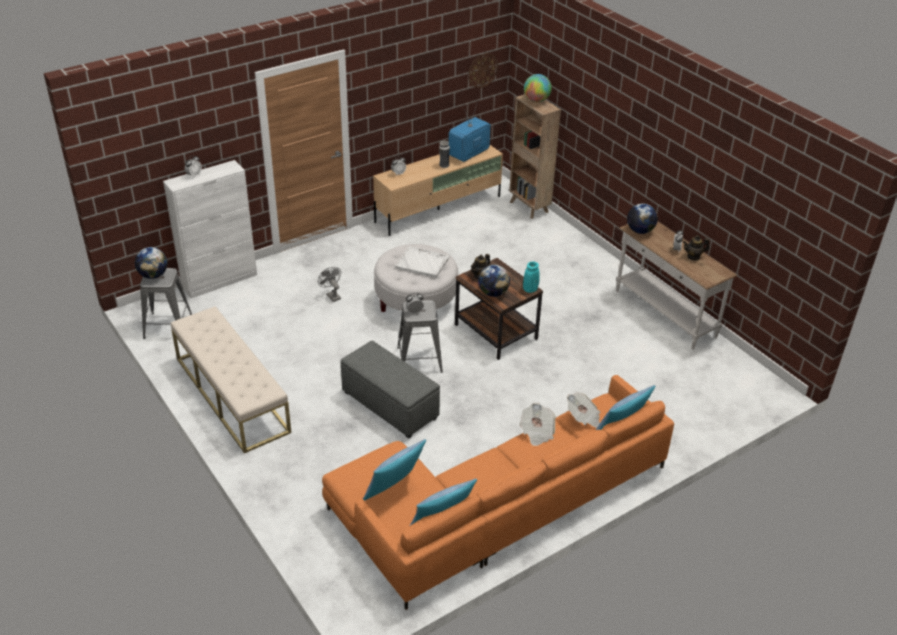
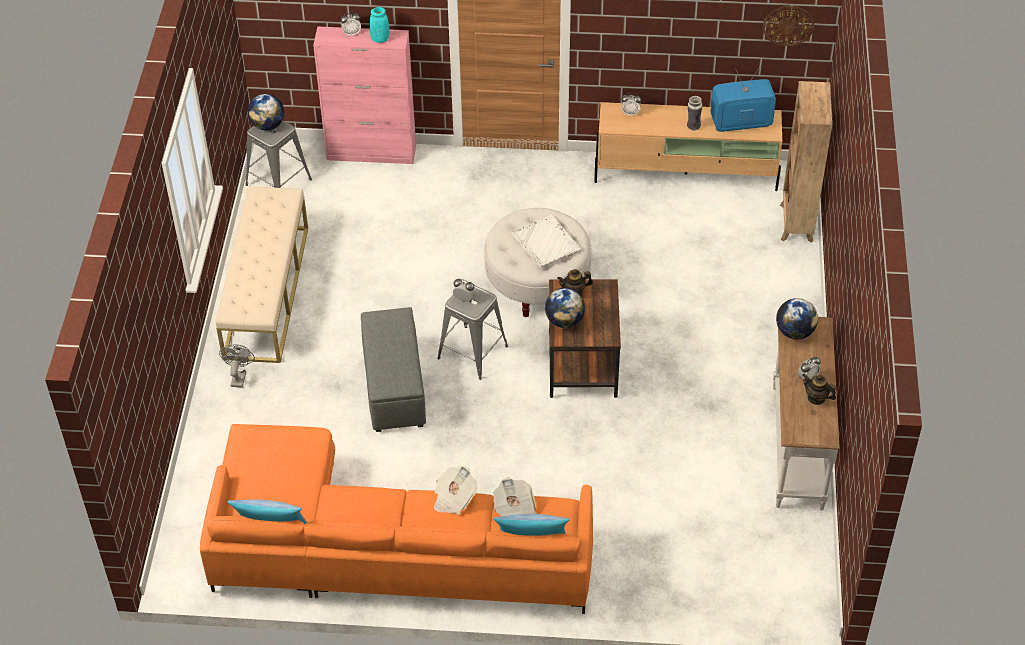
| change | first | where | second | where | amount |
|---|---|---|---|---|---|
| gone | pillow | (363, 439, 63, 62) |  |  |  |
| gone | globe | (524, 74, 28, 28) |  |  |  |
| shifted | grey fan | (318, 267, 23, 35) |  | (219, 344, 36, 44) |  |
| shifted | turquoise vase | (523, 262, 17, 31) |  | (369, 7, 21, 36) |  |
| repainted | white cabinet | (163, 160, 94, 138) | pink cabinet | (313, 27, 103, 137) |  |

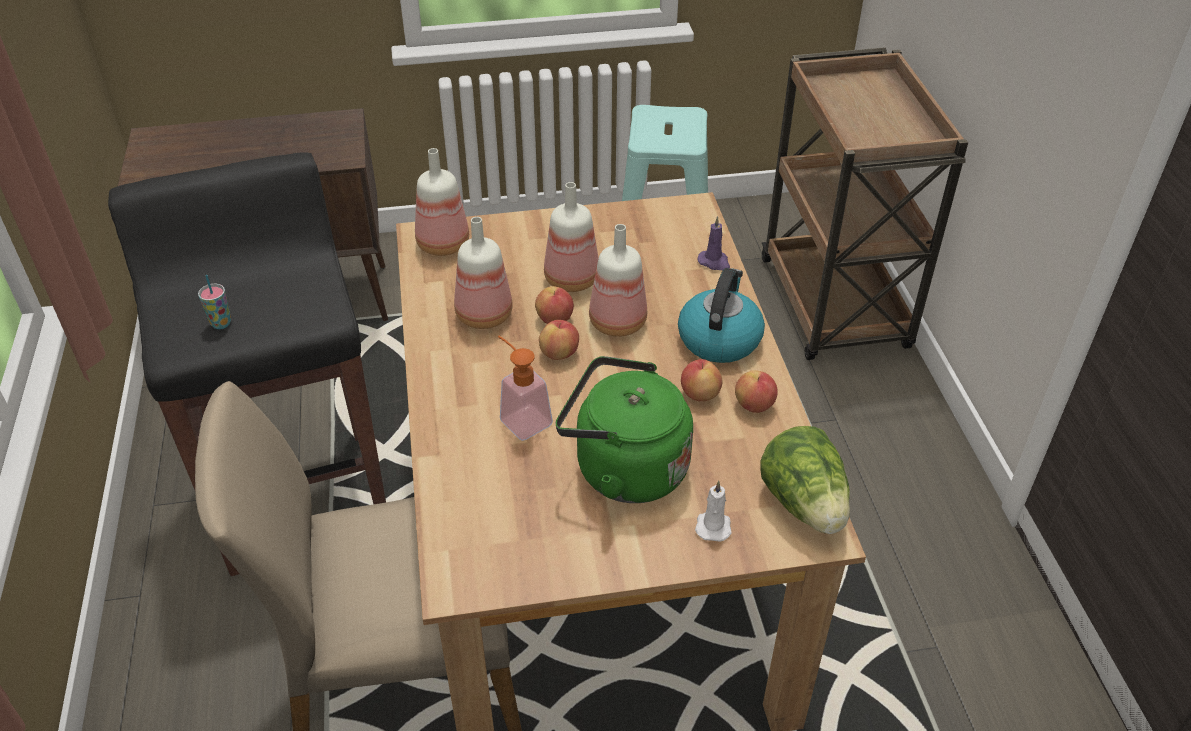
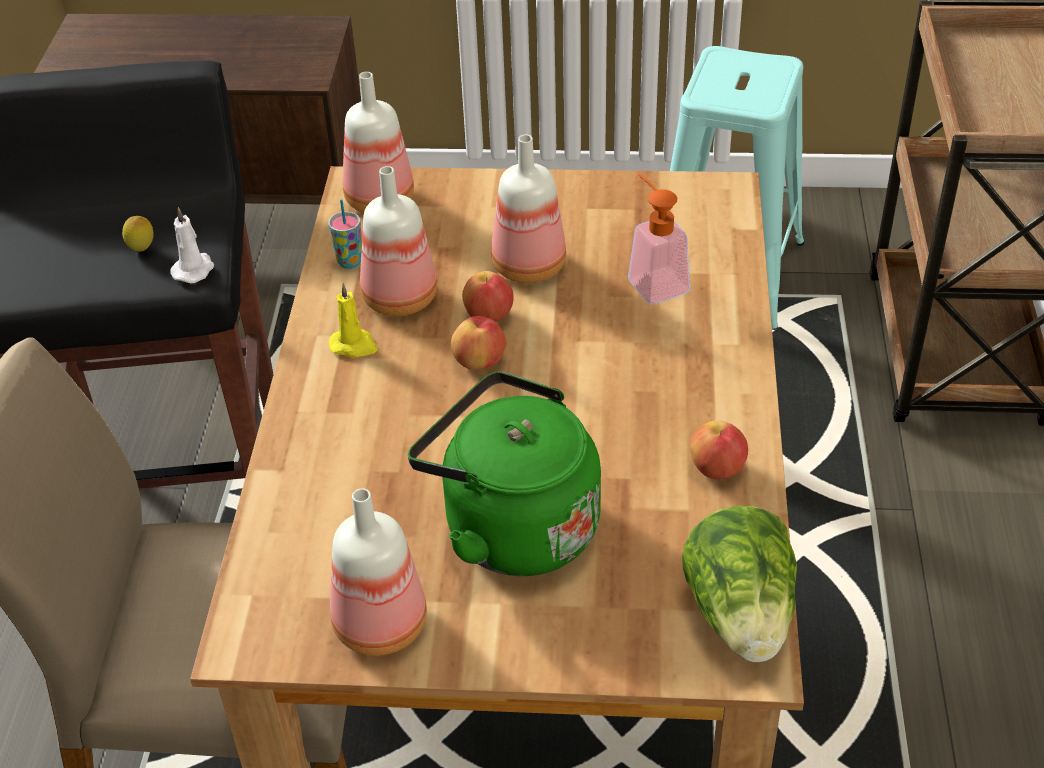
| change | first | where | second | where | amount |
|---|---|---|---|---|---|
| gone | kettle | (678, 268, 87, 95) |  |  |  |
| gone | apple | (681, 359, 42, 42) |  |  |  |
| gone | purple candle | (698, 216, 32, 54) |  |  |  |
| new |  |  | lemon | (122, 216, 32, 36) |  |
| new |  |  | yellow candle | (329, 283, 49, 75) |  |
| shifted | cup | (198, 275, 33, 54) |  | (328, 200, 34, 69) |  |
| shifted | soap dispenser | (498, 335, 55, 106) |  | (628, 174, 62, 130) |  |
| shifted | bottle | (589, 224, 58, 113) |  | (330, 488, 97, 168) |  |
| shifted | white candle | (695, 481, 37, 61) |  | (170, 207, 44, 76) |  |

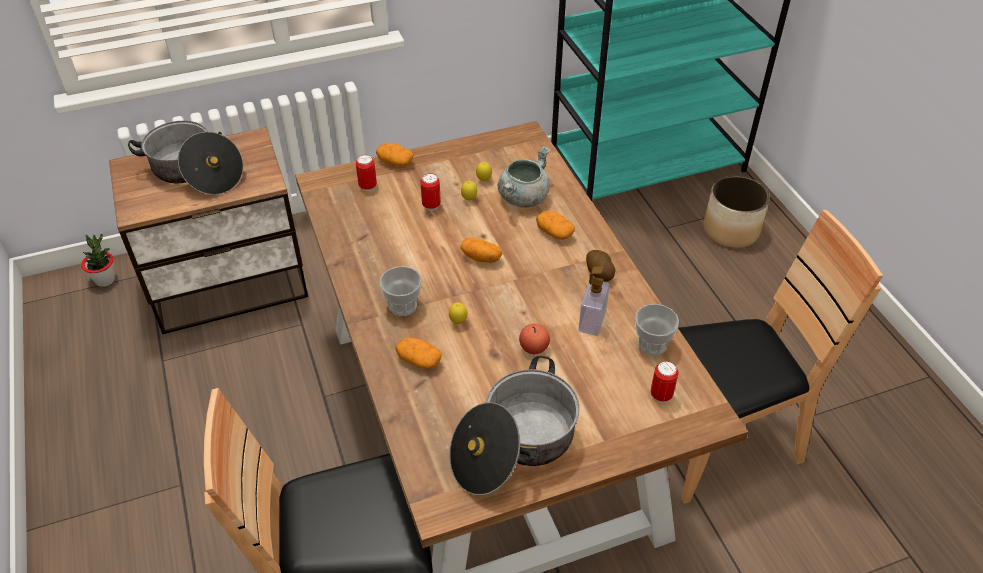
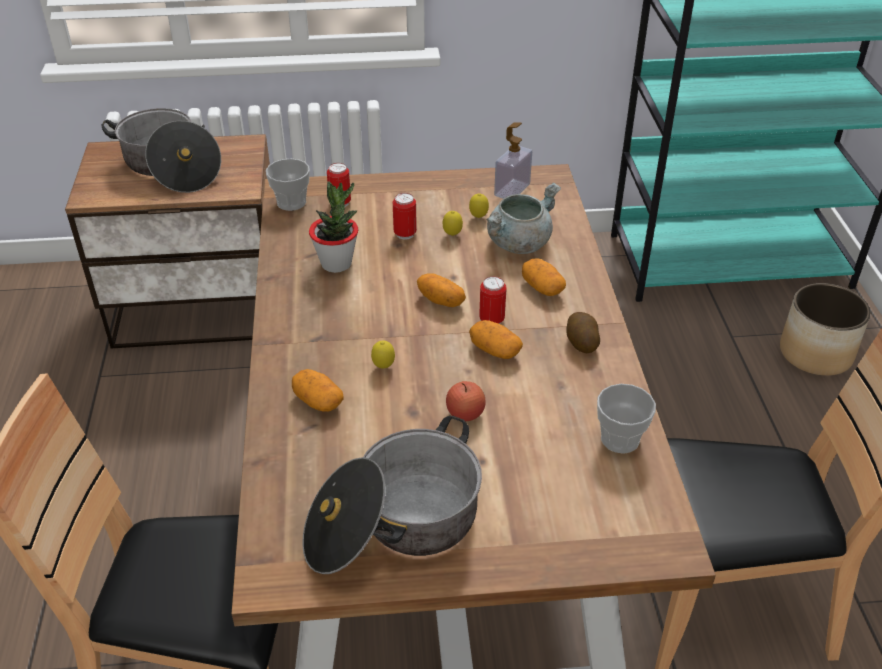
| change | first | where | second | where | amount |
|---|---|---|---|---|---|
| shifted | potted plant | (81, 234, 34, 53) |  | (309, 181, 49, 92) |  |
| shifted | potato | (376, 143, 37, 23) |  | (469, 320, 54, 39) |  |
| shifted | cup | (380, 266, 41, 50) |  | (266, 158, 44, 53) |  |
| shifted | soap dispenser | (579, 266, 31, 70) |  | (494, 122, 38, 77) |  |
| shifted | can | (651, 361, 27, 41) |  | (479, 276, 28, 48) |  |

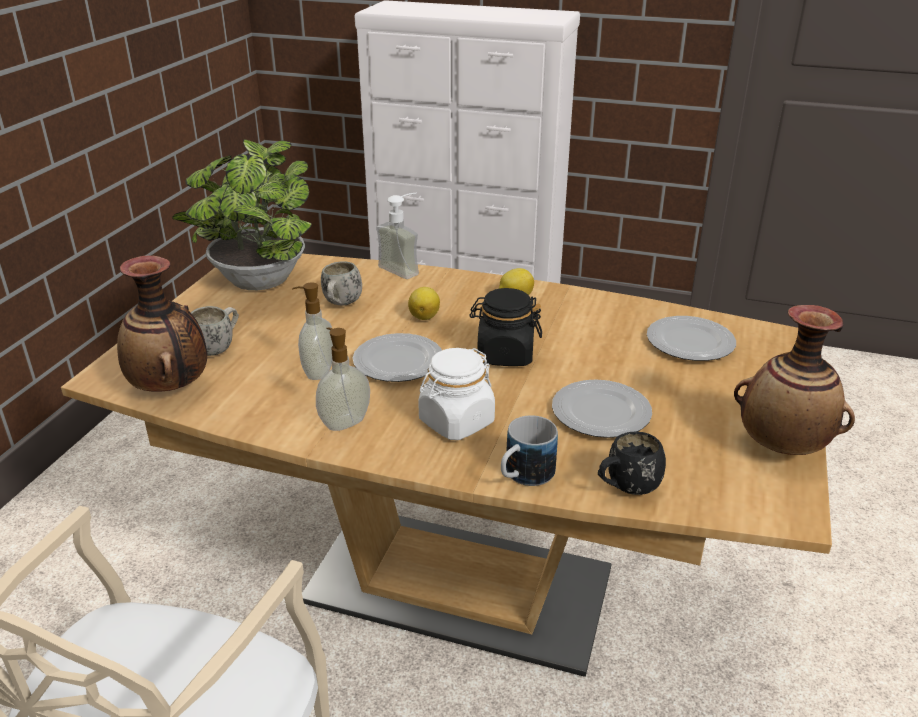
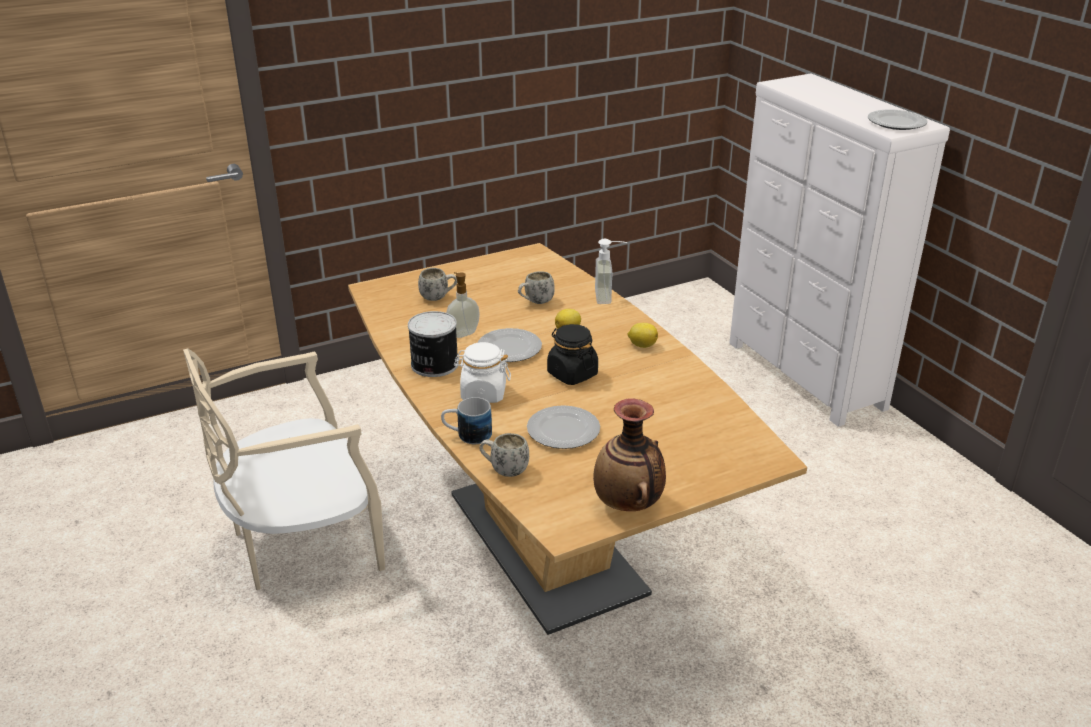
| change | first | where | second | where | amount |
|---|---|---|---|---|---|
| gone | vase | (117, 256, 90, 136) |  |  |  |
| gone | potted plant | (172, 139, 140, 151) |  |  |  |
| shifted | plate | (647, 316, 89, 45) |  | (868, 109, 60, 21) |  |
| swapped | soap dispenser | (316, 327, 54, 104) | can | (408, 311, 51, 66) |  |
| repainted | black mug | (598, 432, 68, 63) | white mug | (479, 433, 50, 44) |  |

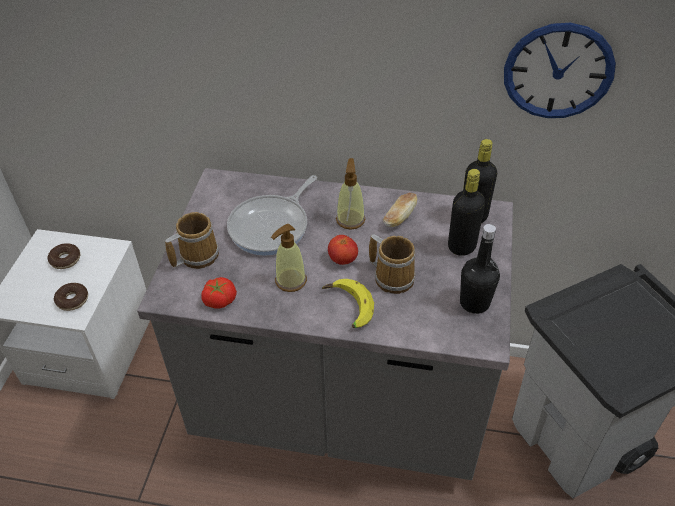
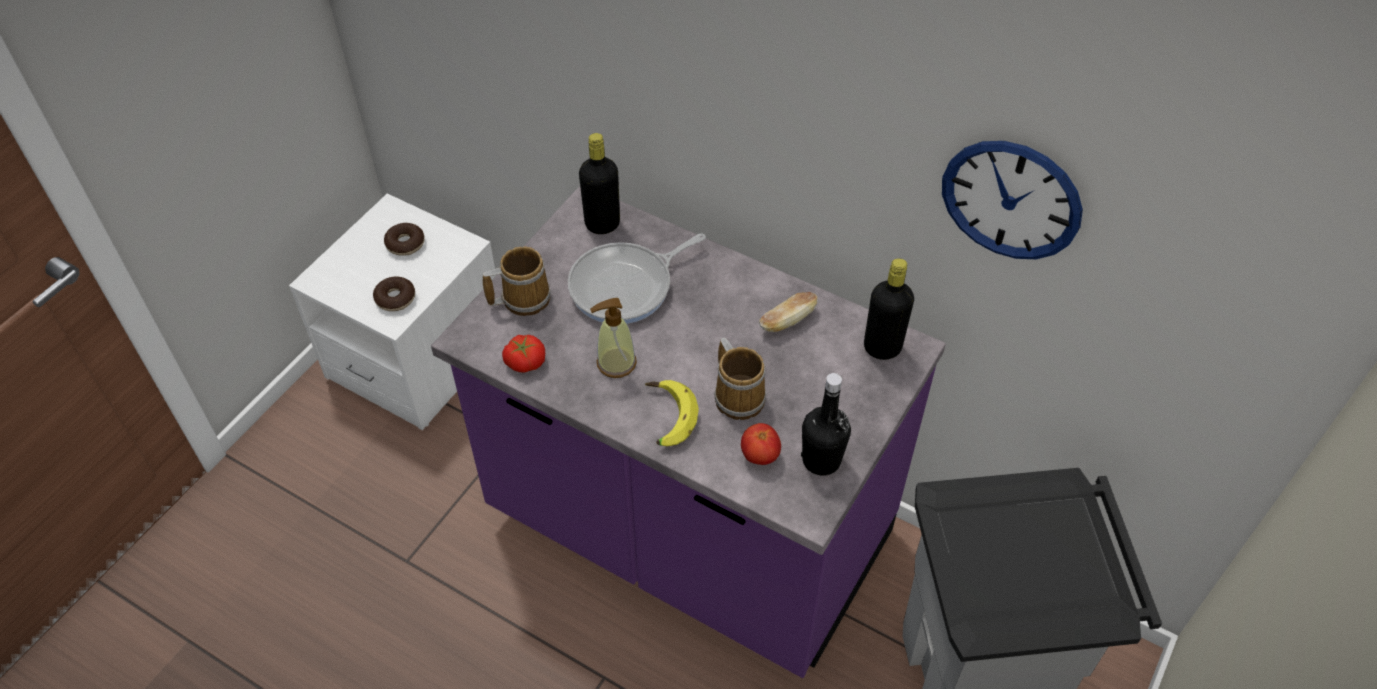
| change | first | where | second | where | amount |
|---|---|---|---|---|---|
| gone | soap dispenser | (336, 158, 29, 72) |  |  |  |
| shifted | tomato | (328, 235, 30, 30) |  | (741, 423, 40, 42) |  |
| shifted | black bottle | (448, 169, 37, 87) |  | (579, 133, 41, 101) |  |
| repainted | grey counter | (137, 168, 376, 312) | purple counter | (431, 186, 515, 492) |  |

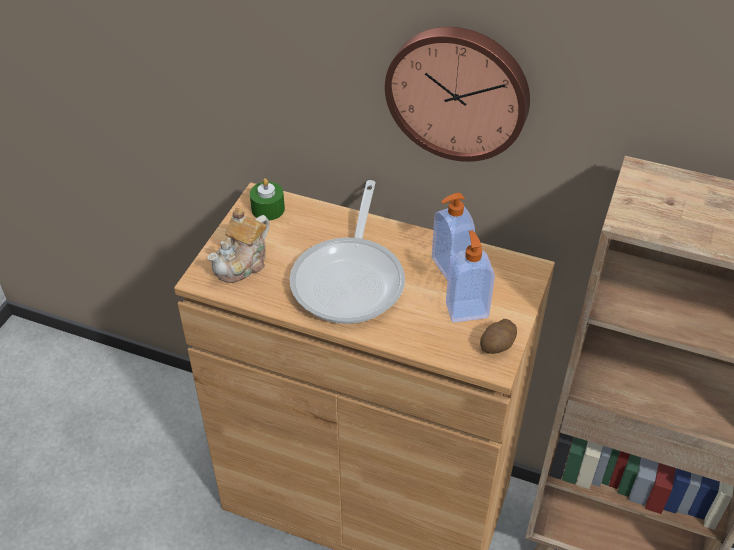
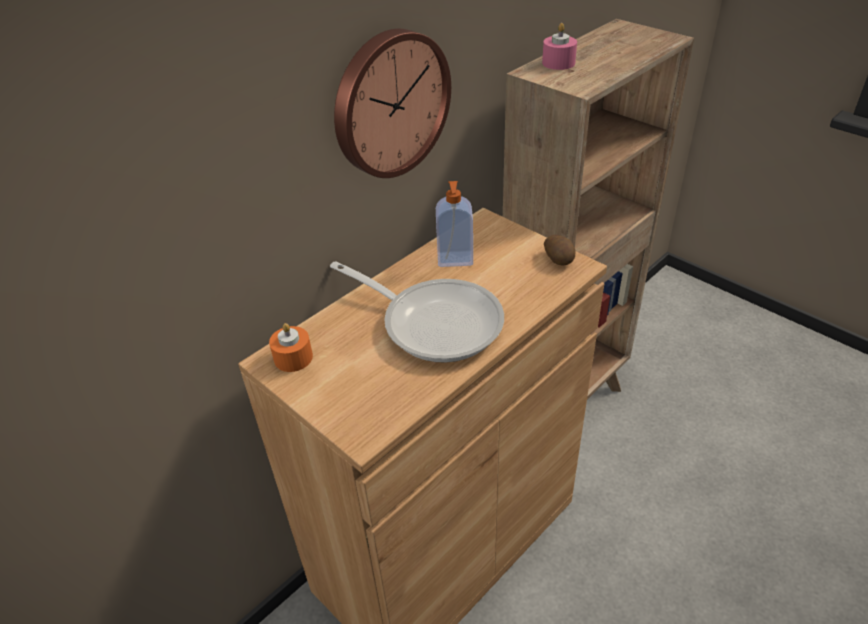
| change | first | where | second | where | amount |
|---|---|---|---|---|---|
| gone | teapot | (207, 208, 63, 75) |  |  |  |
| gone | soap dispenser | (446, 231, 49, 92) |  |  |  |
| new |  |  | pink candle | (542, 23, 35, 47) |  |
| repainted | green candle | (250, 178, 35, 42) | orange candle | (269, 323, 44, 49) |  |

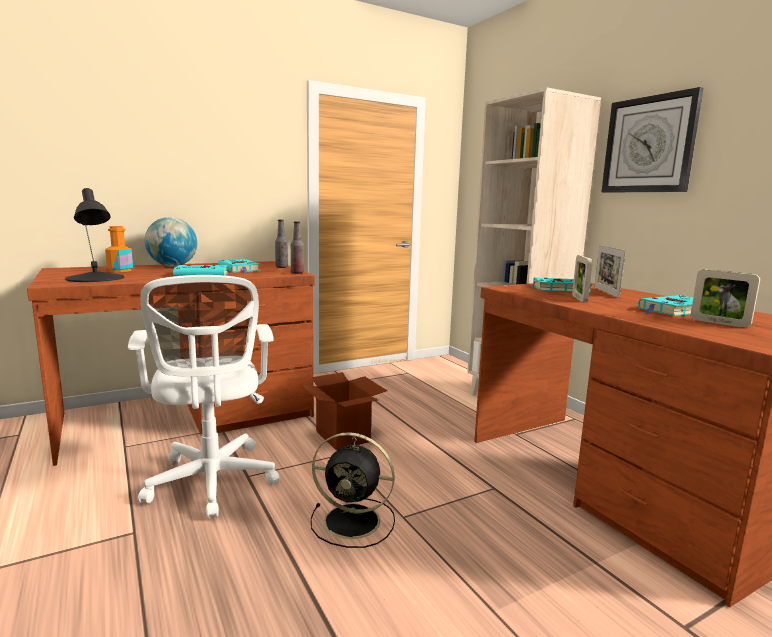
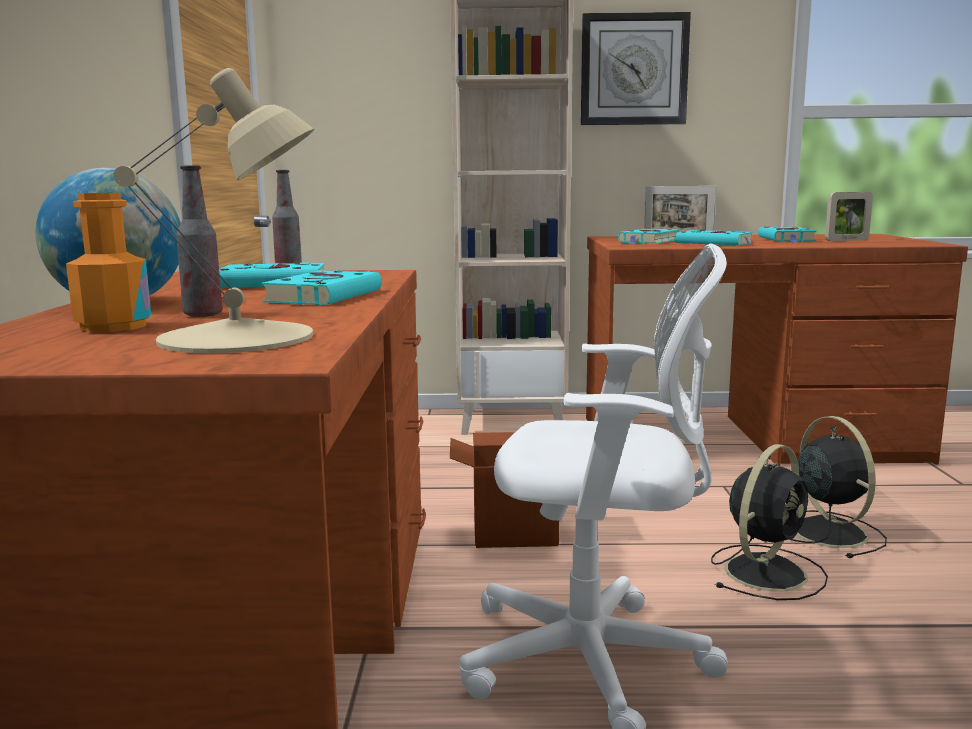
| change | first | where | second | where | amount |
|---|---|---|---|---|---|
| new |  |  | black fan | (789, 416, 98, 142) |  |
| shifted | bottle | (291, 221, 13, 53) |  | (176, 165, 47, 152) |  |
| swapped | picture frame | (572, 255, 21, 47) | turquoise book | (676, 230, 80, 16) |  |
| repainted | black table lamp | (65, 188, 59, 94) | beige table lamp | (113, 68, 201, 285) |  |

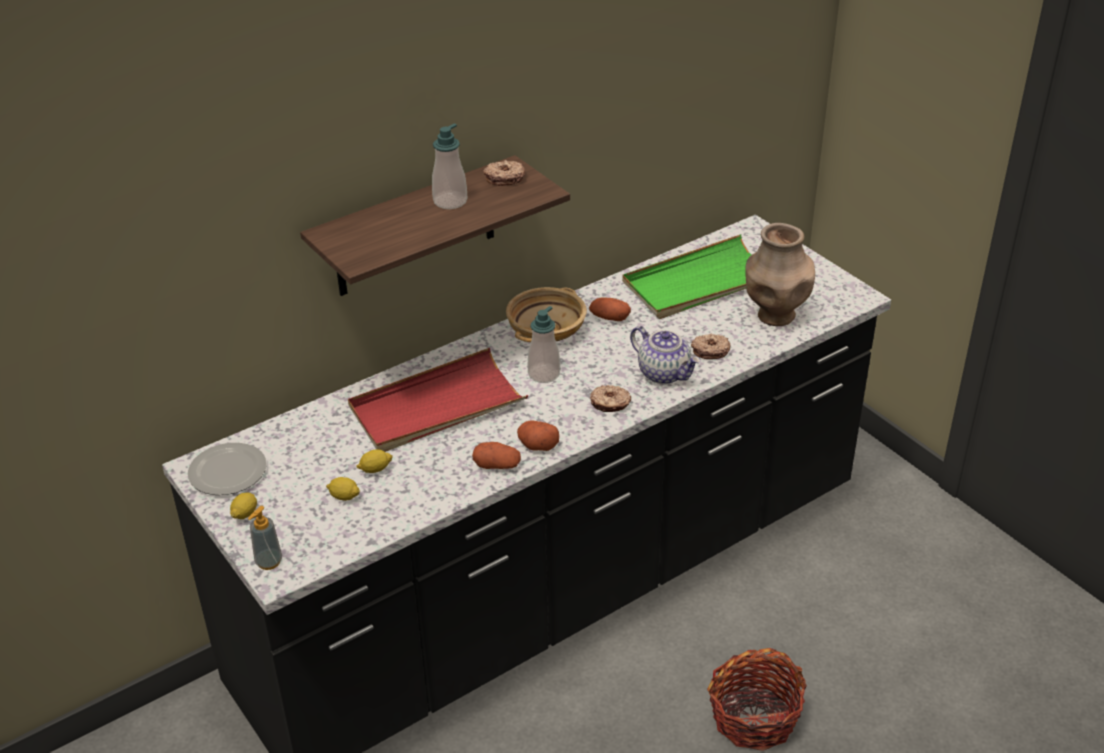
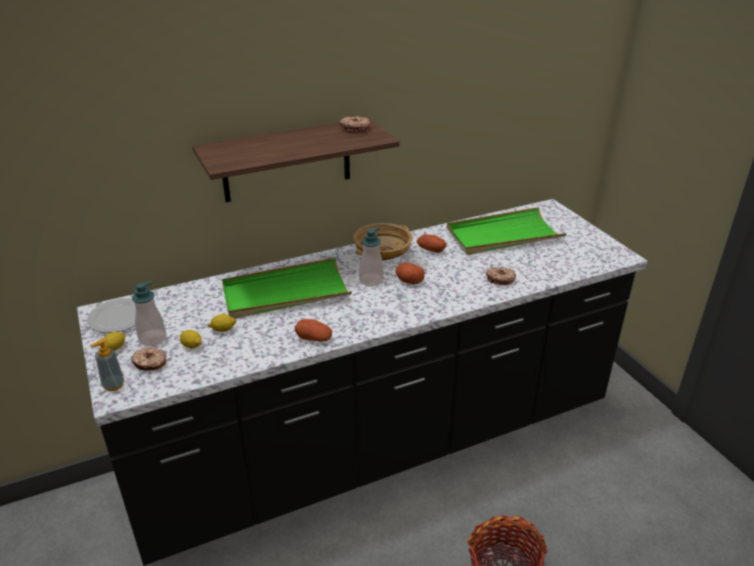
| change | first | where | second | where | amount |
|---|---|---|---|---|---|
| gone | teapot | (630, 326, 71, 58) |  |  |  |
| gone | brown vase | (745, 223, 70, 103) |  |  |  |
| shifted | soap dispenser | (432, 124, 36, 85) |  | (132, 281, 34, 65) |  |
| shifted | potato | (517, 421, 42, 30) |  | (396, 263, 29, 21) |  |
| shifted | donut | (590, 385, 41, 27) |  | (131, 346, 36, 25) |  |
| repainted | red tray | (348, 348, 180, 104) | green tray | (222, 258, 130, 61) |  |

